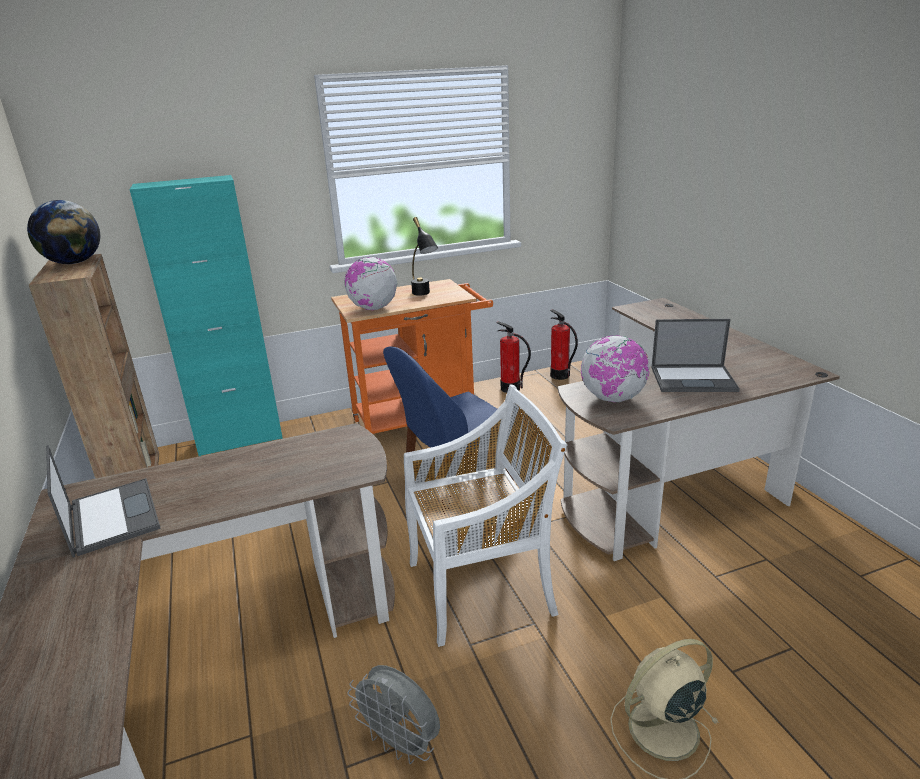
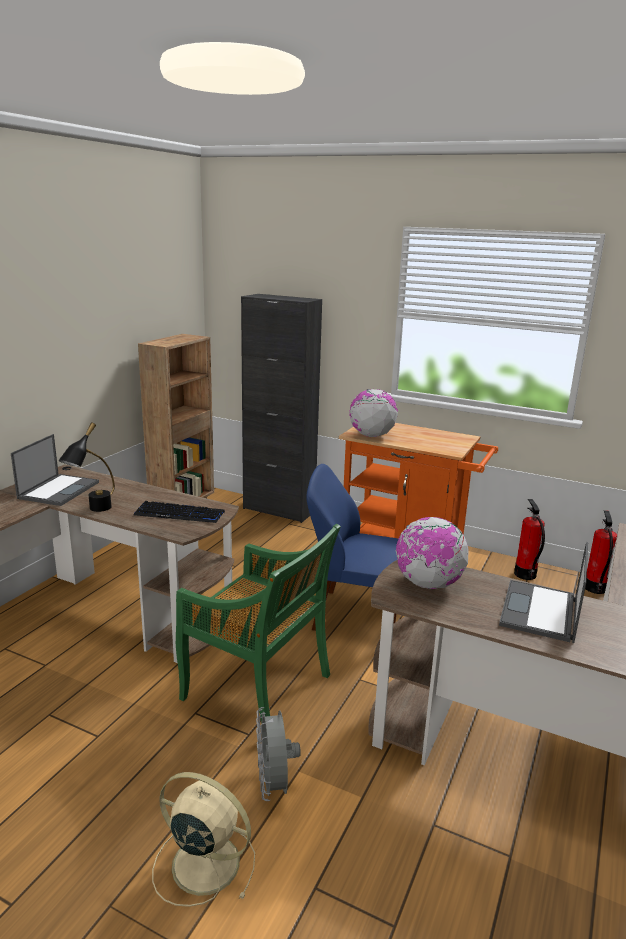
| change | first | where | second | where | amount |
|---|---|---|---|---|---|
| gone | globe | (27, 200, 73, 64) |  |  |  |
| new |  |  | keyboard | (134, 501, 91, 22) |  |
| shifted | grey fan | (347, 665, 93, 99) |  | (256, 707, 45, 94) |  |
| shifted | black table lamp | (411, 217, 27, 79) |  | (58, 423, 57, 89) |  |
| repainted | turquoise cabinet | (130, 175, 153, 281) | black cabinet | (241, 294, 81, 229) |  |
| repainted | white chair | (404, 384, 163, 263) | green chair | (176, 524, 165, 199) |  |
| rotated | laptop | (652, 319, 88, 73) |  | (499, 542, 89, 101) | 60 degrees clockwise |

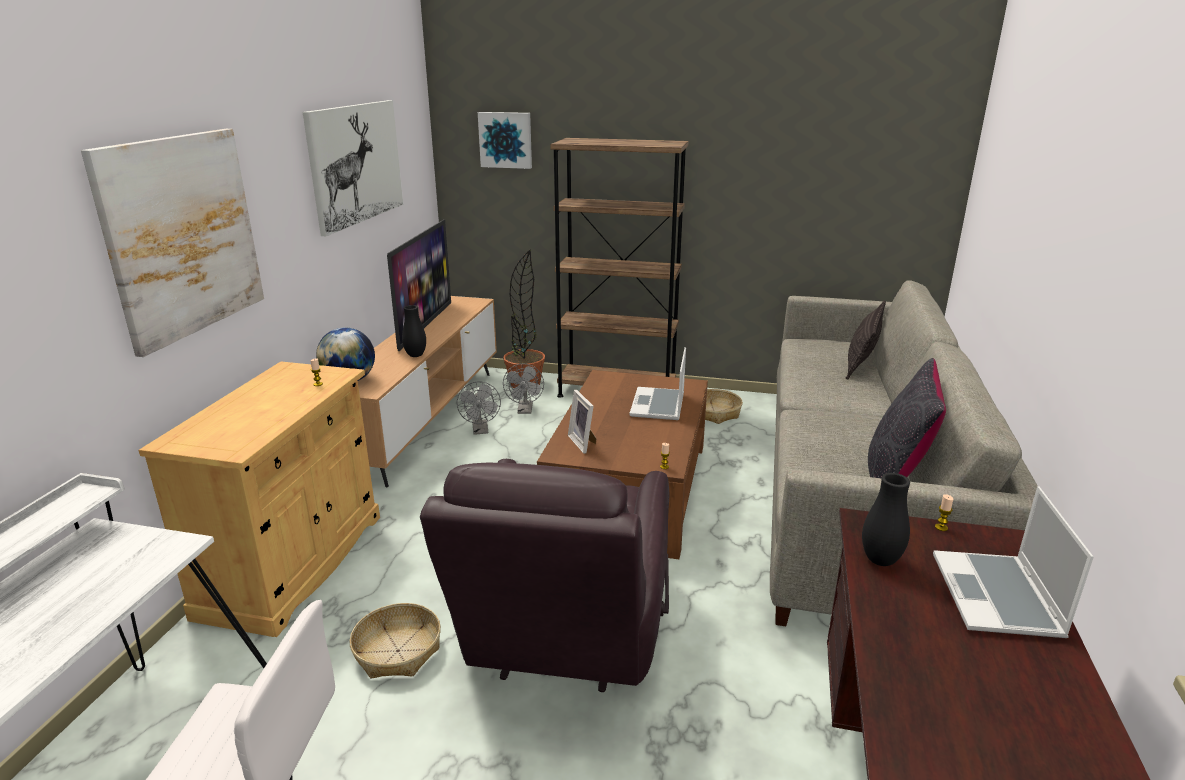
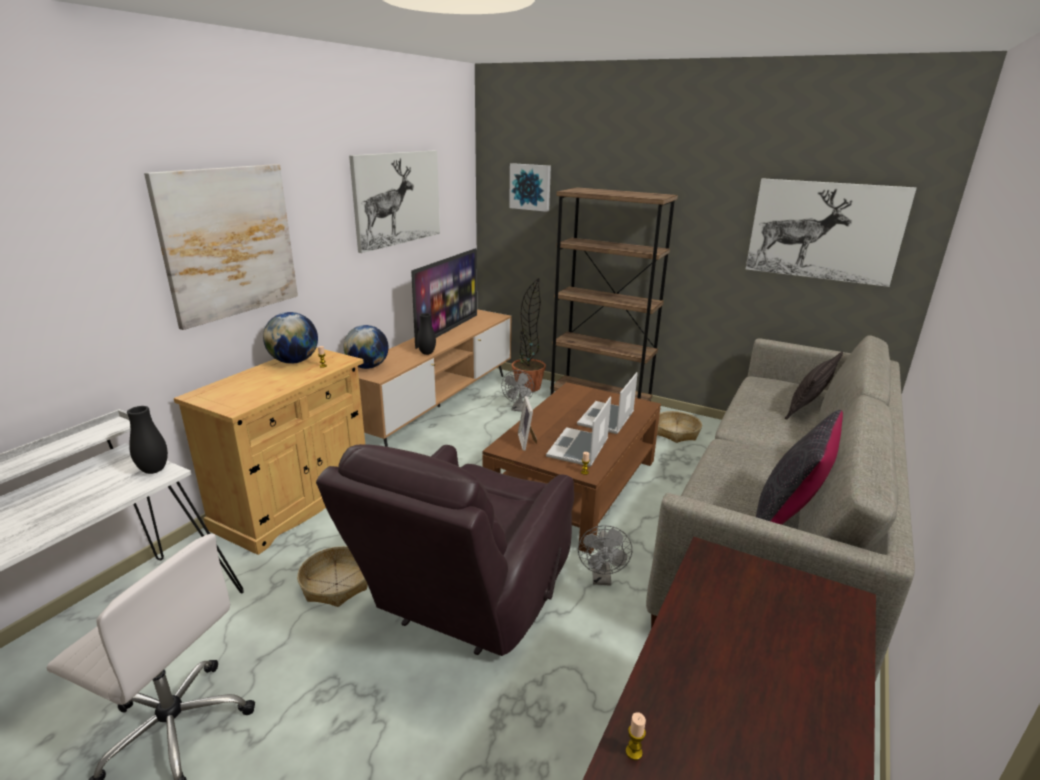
| change | first | where | second | where | amount |
|---|---|---|---|---|---|
| new |  |  | globe | (263, 312, 55, 52) |  |
| new |  |  | picture | (746, 178, 170, 109) |  |
| shifted | grey fan | (457, 381, 44, 54) |  | (578, 525, 54, 61) |  |
| shifted | black vase | (862, 473, 48, 93) |  | (127, 406, 41, 68) |  |
| shifted | laptop | (933, 486, 161, 152) |  | (546, 396, 65, 71) |  |
| shifted | candle | (935, 494, 19, 37) |  | (626, 712, 20, 48) |  |

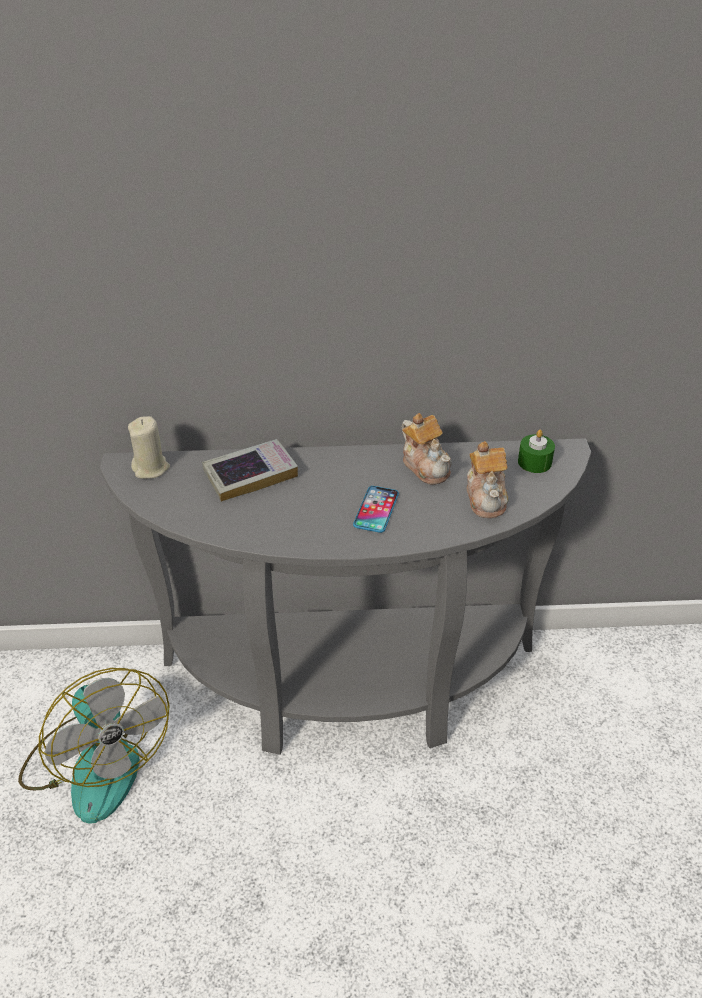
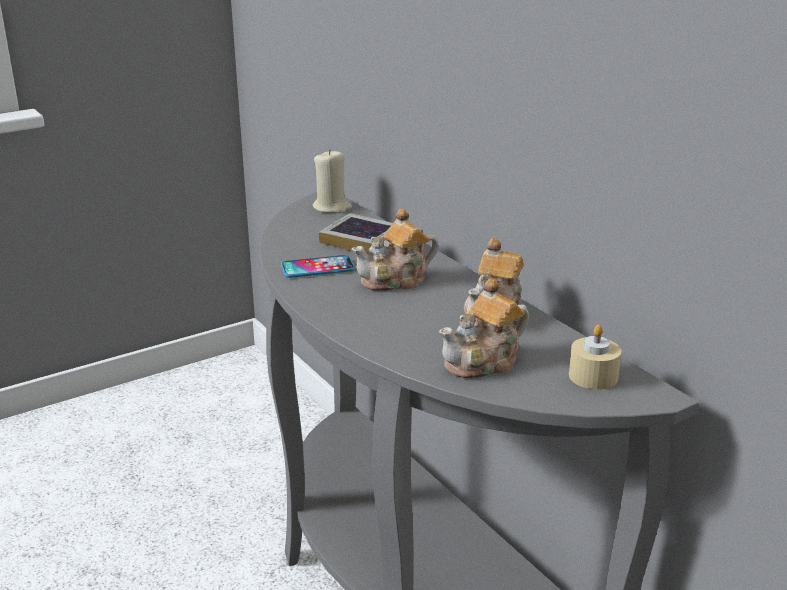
| change | first | where | second | where | amount |
|---|---|---|---|---|---|
| gone | fan | (18, 668, 152, 155) |  |  |  |
| new |  |  | teapot | (351, 208, 88, 83) |  |
| shifted | phone | (353, 486, 46, 47) |  | (281, 255, 74, 23) |  |
| repainted | green candle | (518, 430, 37, 43) | beige candle | (569, 325, 52, 65) |  |

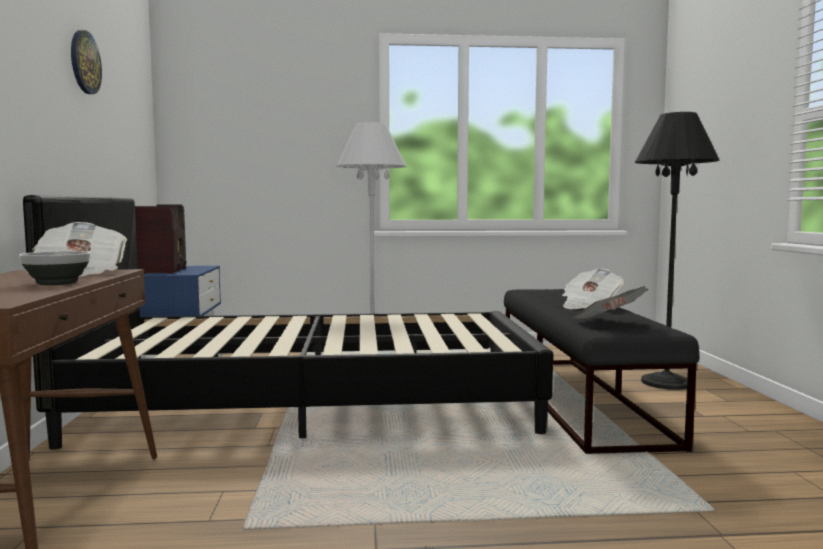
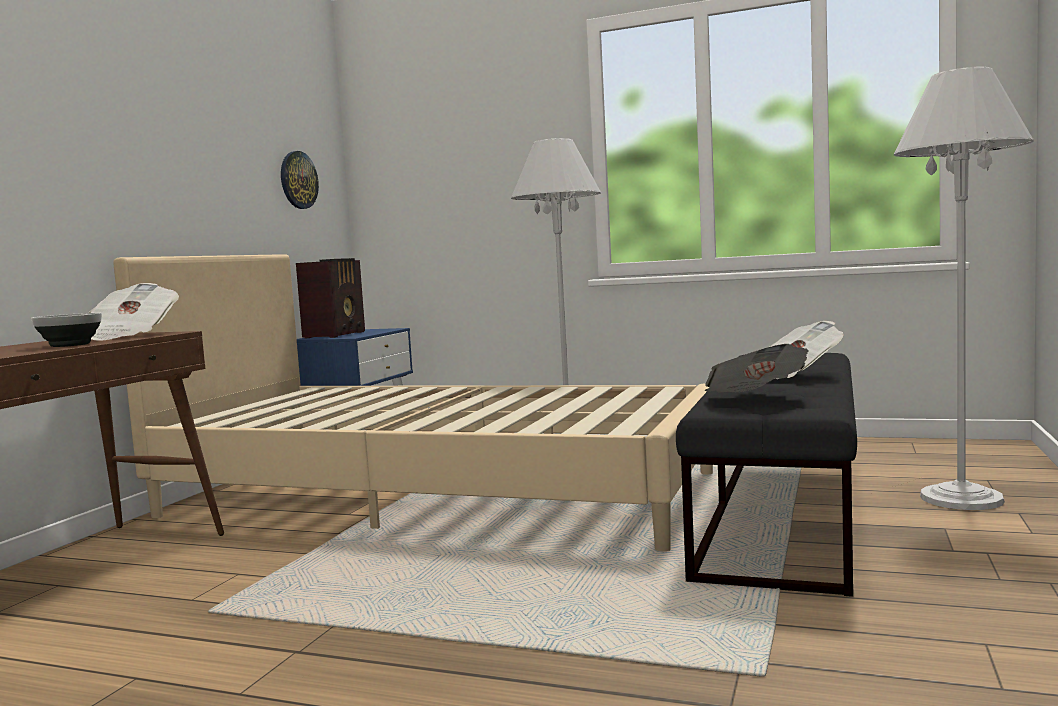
| change | first | where | second | where | amount |
|---|---|---|---|---|---|
| shifted | wall clock | (71, 30, 31, 64) |  | (281, 151, 38, 58) |  |
| repainted | black bed | (23, 195, 530, 254) | beige bed | (114, 254, 599, 297) |  |
| repainted | black floor lamp | (635, 112, 85, 278) | white floor lamp | (893, 66, 141, 444) |  |

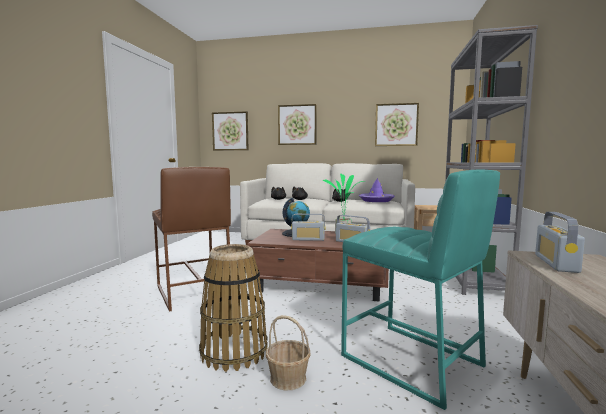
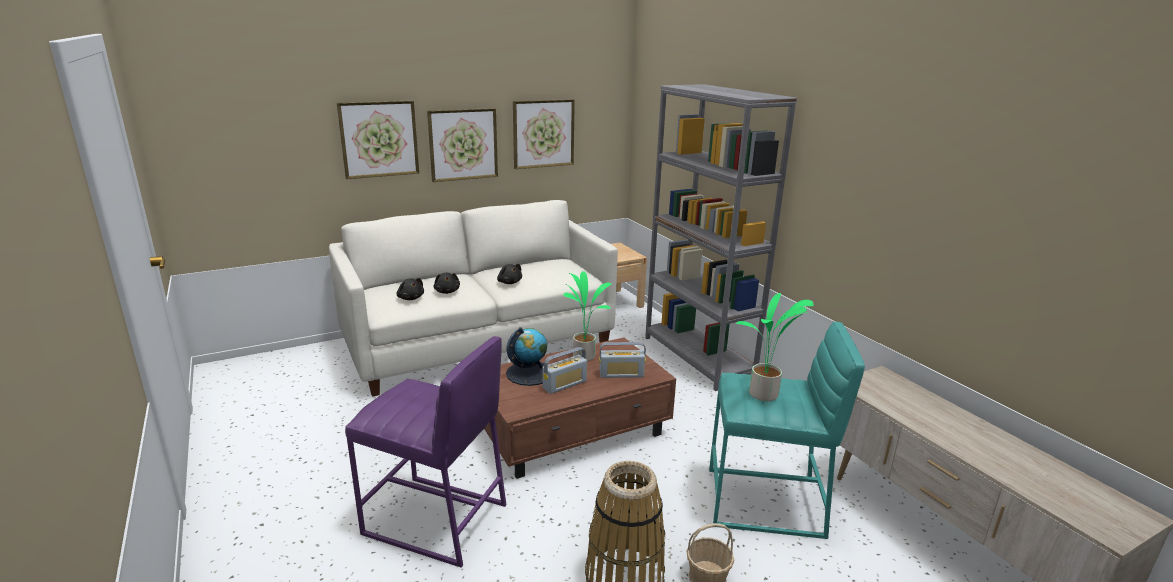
| change | first | where | second | where | amount |
|---|---|---|---|---|---|
| gone | purple hat | (359, 178, 36, 24) |  |  |  |
| gone | radio | (535, 212, 50, 61) |  |  |  |
| new |  |  | potted plant | (736, 293, 78, 108) |  |
| shifted | picture | (212, 111, 36, 40) |  | (427, 108, 71, 74) |  |
| repainted | brown stool | (152, 167, 79, 145) | purple stool | (345, 336, 161, 232) |  |

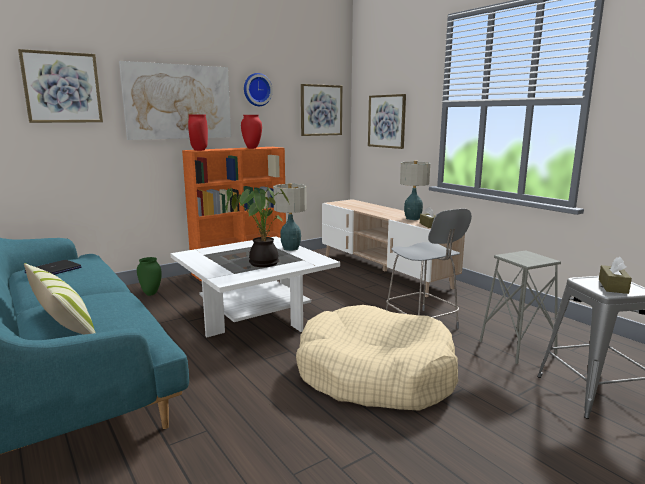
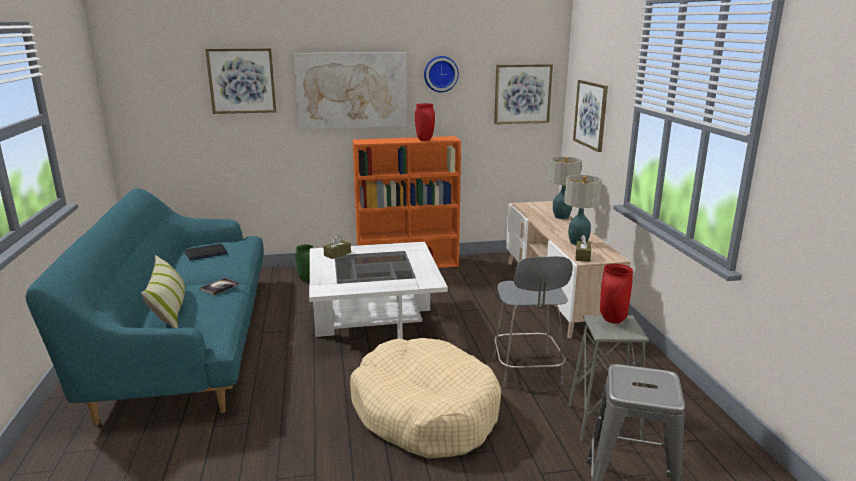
| change | first | where | second | where | amount |
|---|---|---|---|---|---|
| gone | potted plant | (225, 185, 64, 82) |  |  |  |
| new |  |  | book | (200, 278, 39, 17) |  |
| shifted | red vase | (188, 114, 20, 37) |  | (600, 264, 33, 60) |  |
| shifted | table lamp | (273, 183, 34, 68) |  | (549, 157, 33, 62) |  |
| shifted | brown tissue box | (599, 257, 33, 37) |  | (323, 235, 28, 24) |  |

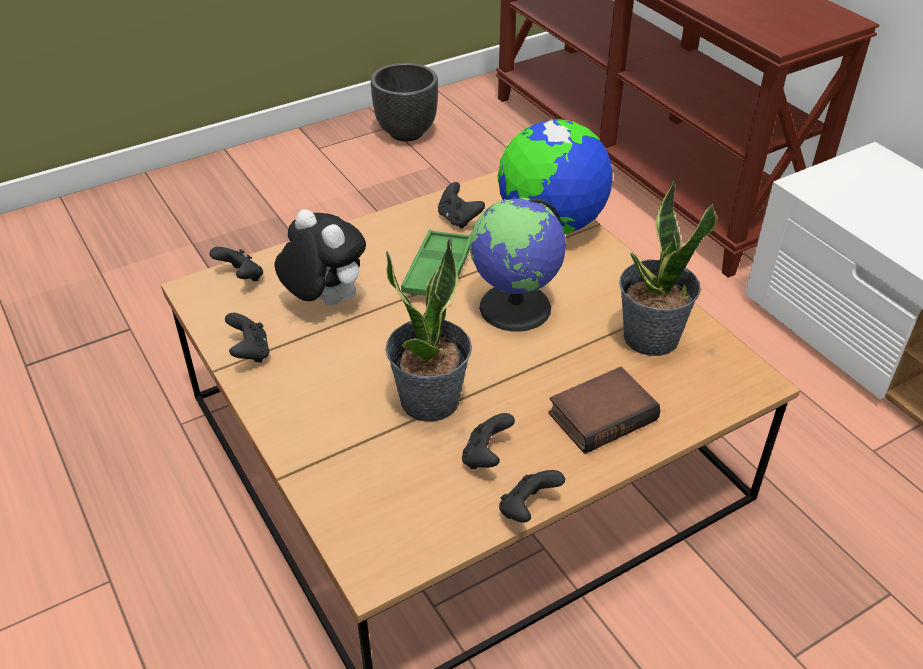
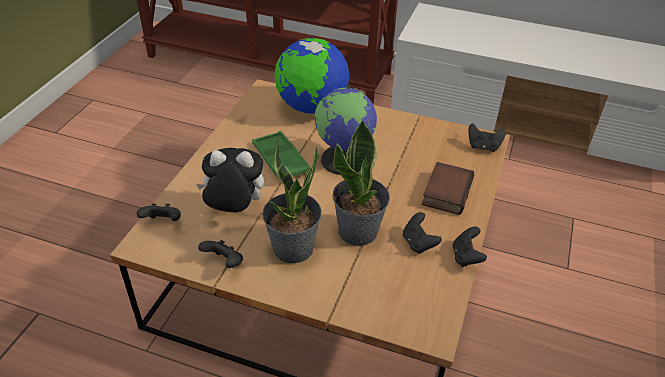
| change | first | where | second | where | amount |
|---|---|---|---|---|---|
| gone | black planter | (371, 63, 67, 79) |  |  |  |
| shifted | black game controller | (438, 182, 47, 47) |  | (468, 123, 38, 29) |  |
| shifted | potted plant | (619, 178, 98, 178) |  | (262, 139, 60, 124) |  |

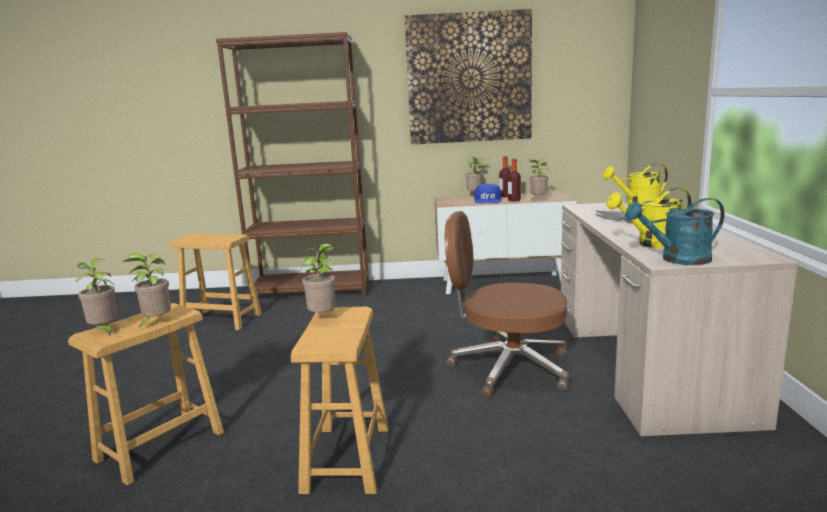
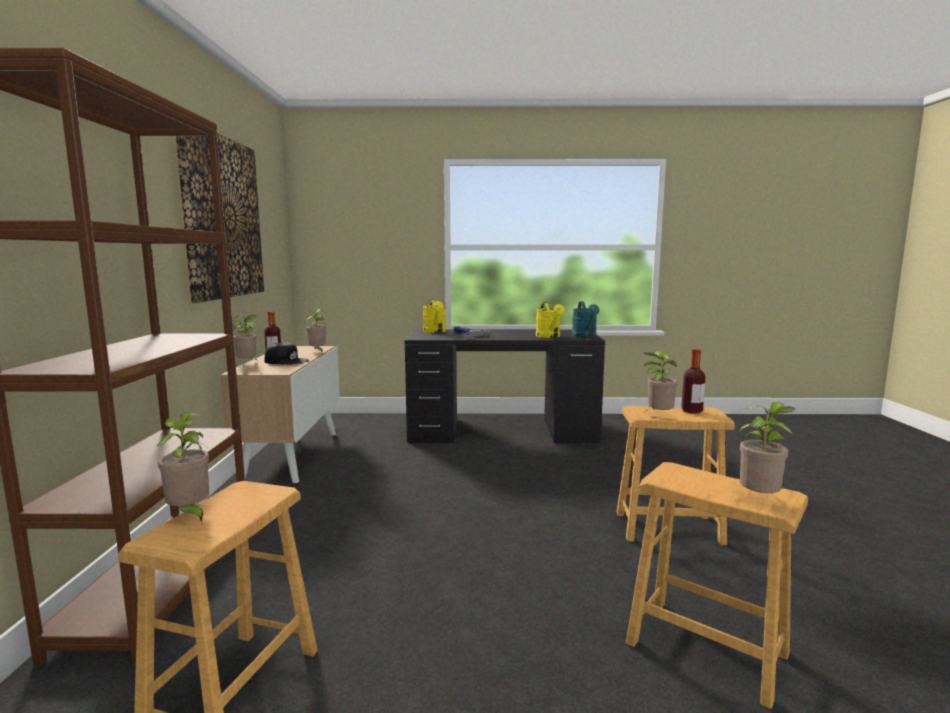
| change | first | where | second | where | amount |
|---|---|---|---|---|---|
| gone | brown office chair | (445, 211, 124, 187) |  |  |  |
| shifted | potted plant | (123, 253, 48, 76) |  | (157, 412, 52, 110) |  |
| shifted | bottle | (508, 159, 13, 42) |  | (681, 349, 25, 65) |  |
| repainted | blue cap | (474, 184, 28, 19) | black cap | (265, 342, 44, 23) |  |
| repainted | beige desk | (561, 202, 237, 234) | black desk | (404, 329, 201, 114) |  |

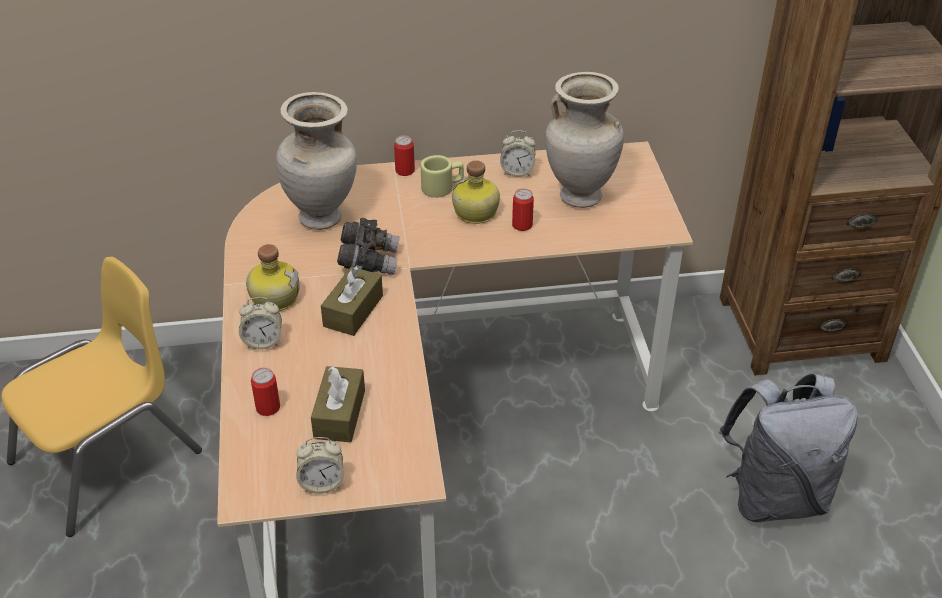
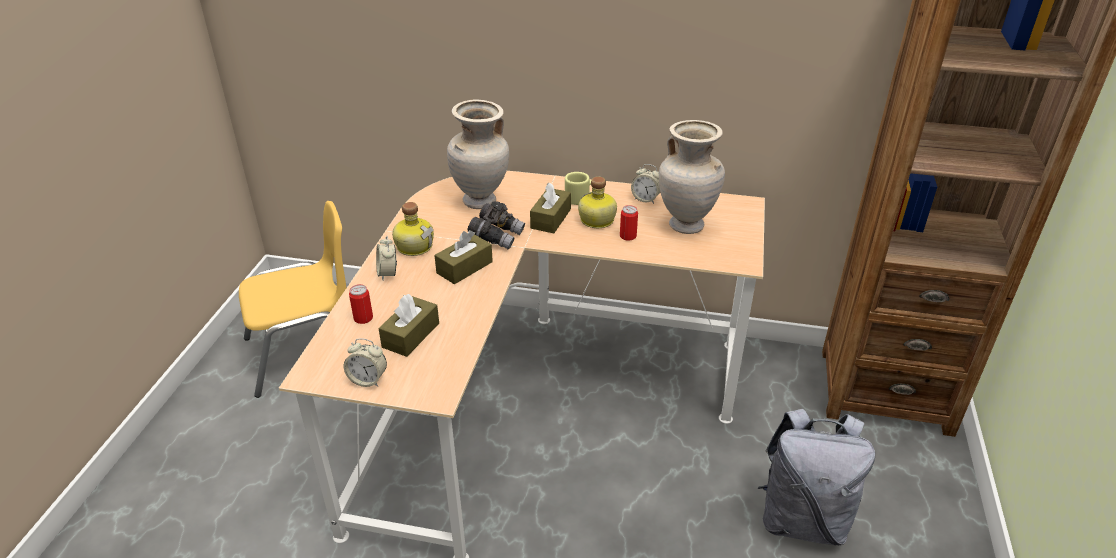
| change | first | where | second | where | amount |
|---|---|---|---|---|---|
| gone | can | (394, 135, 21, 41) |  |  |  |
| new |  |  | brown tissue box | (530, 183, 41, 50) |  |
| rotated | alarm clock | (239, 297, 43, 52) |  | (376, 236, 21, 44) | 60 degrees clockwise |

